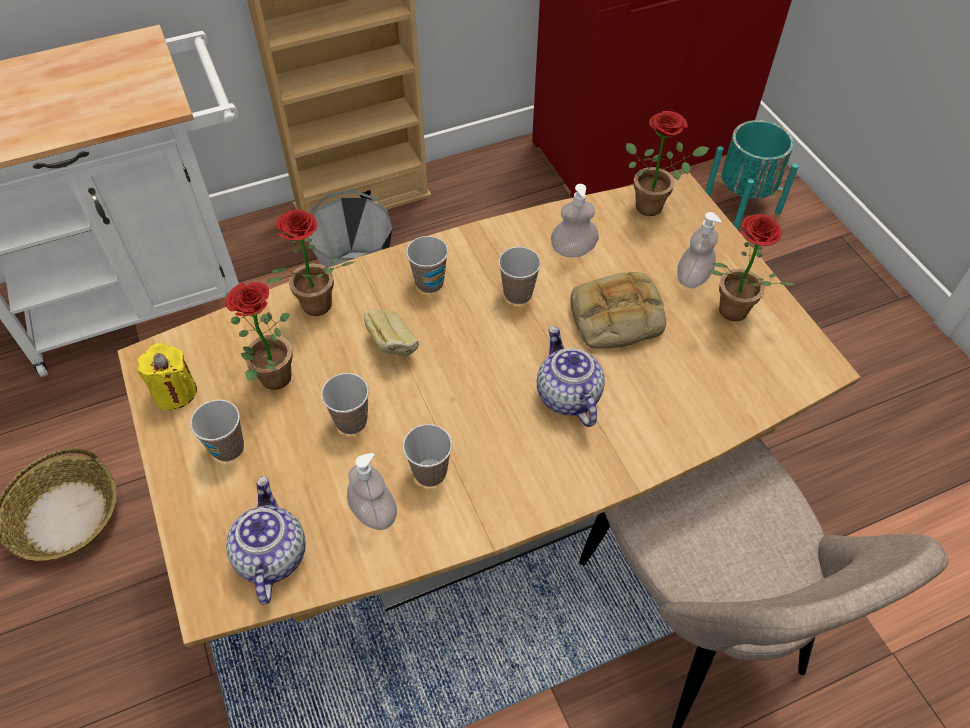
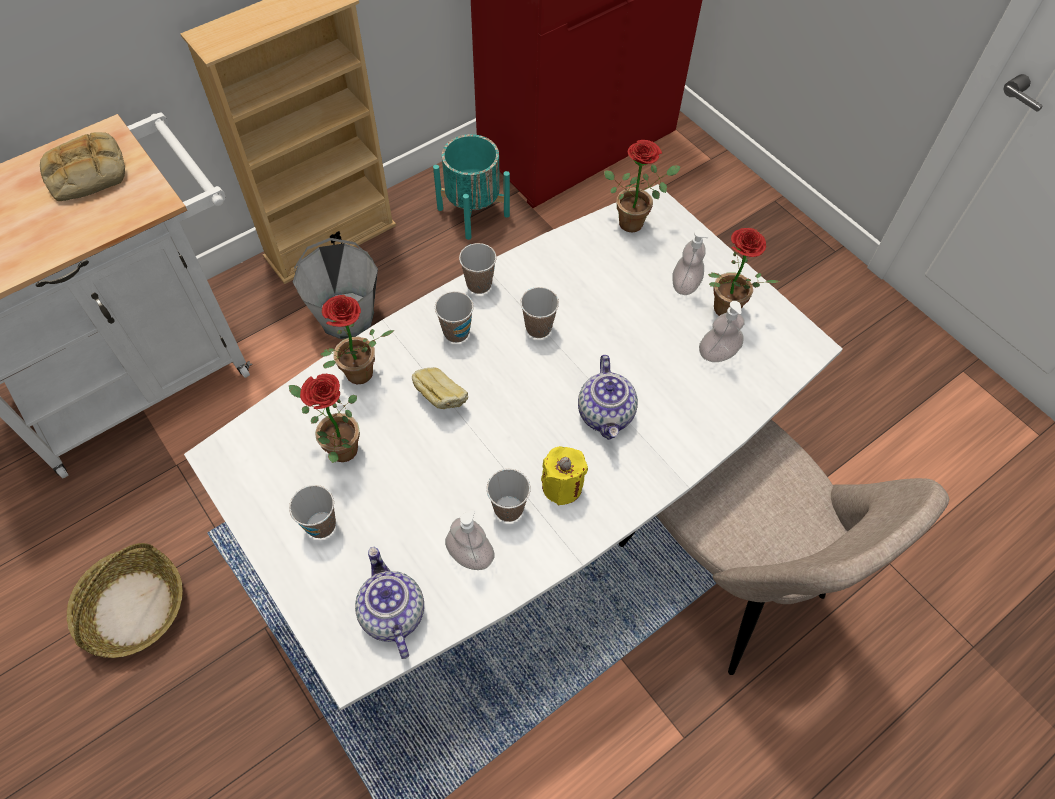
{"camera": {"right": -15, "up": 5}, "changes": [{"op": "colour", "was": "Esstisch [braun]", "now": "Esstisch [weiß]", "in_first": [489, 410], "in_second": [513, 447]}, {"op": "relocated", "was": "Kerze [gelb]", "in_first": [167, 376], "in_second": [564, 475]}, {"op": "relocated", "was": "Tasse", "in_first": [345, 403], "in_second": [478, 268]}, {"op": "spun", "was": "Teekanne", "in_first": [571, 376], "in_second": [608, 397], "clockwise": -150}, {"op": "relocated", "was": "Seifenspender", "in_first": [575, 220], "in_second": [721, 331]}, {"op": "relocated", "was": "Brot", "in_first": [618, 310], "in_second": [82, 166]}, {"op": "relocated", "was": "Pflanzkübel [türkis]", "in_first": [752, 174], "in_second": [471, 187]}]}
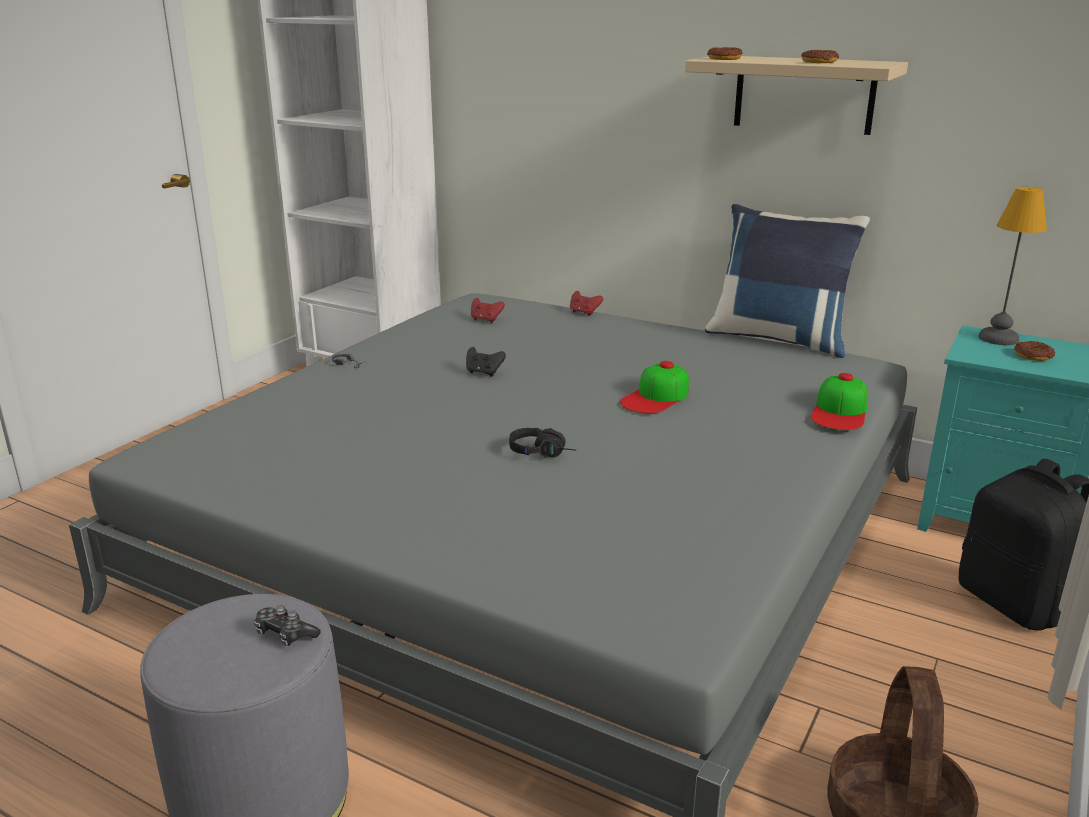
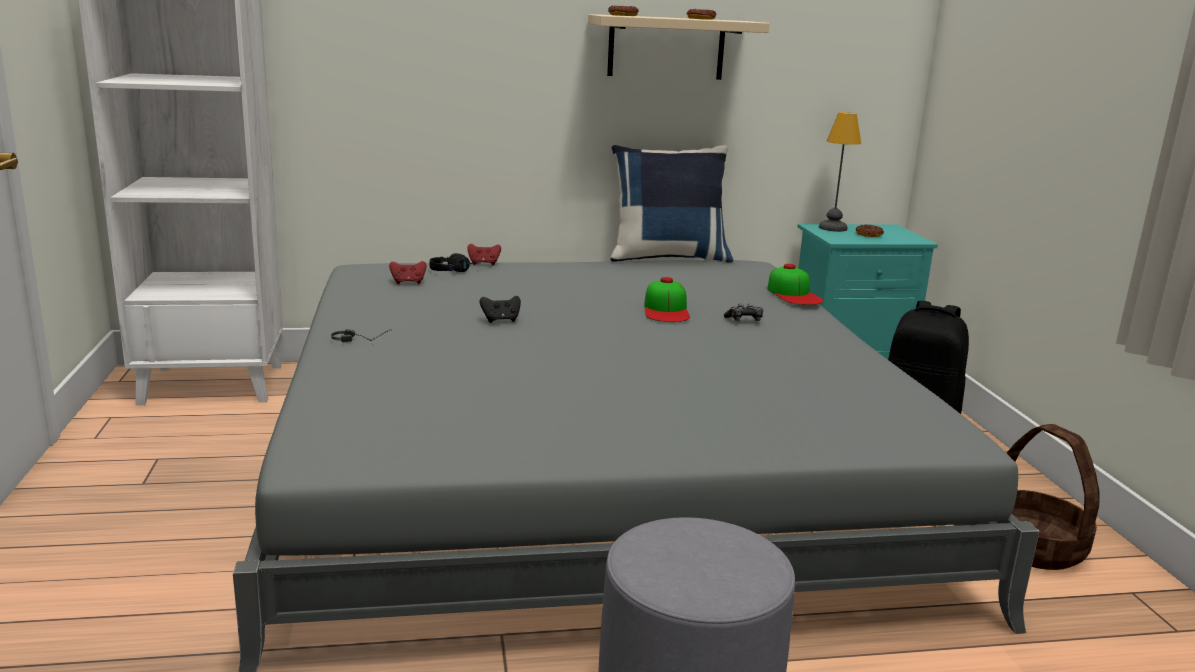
{"camera": {"right": -40, "up": -5}, "changes": [{"op": "relocated", "was": "Gamepad", "in_first": [287, 625], "in_second": [743, 312]}, {"op": "relocated", "was": "Kopfhörer [schwarz]", "in_first": [542, 442], "in_second": [453, 262]}]}
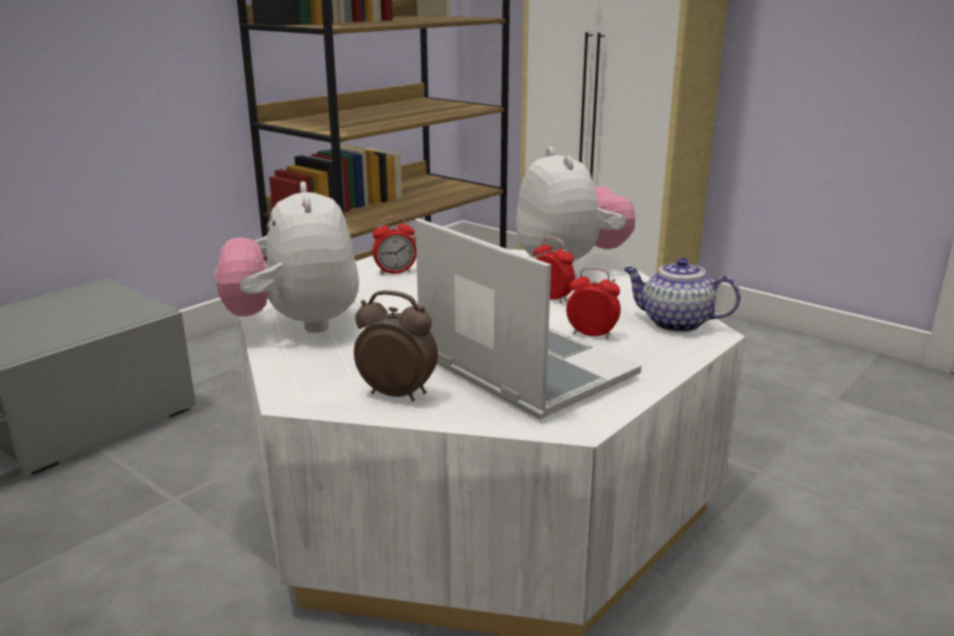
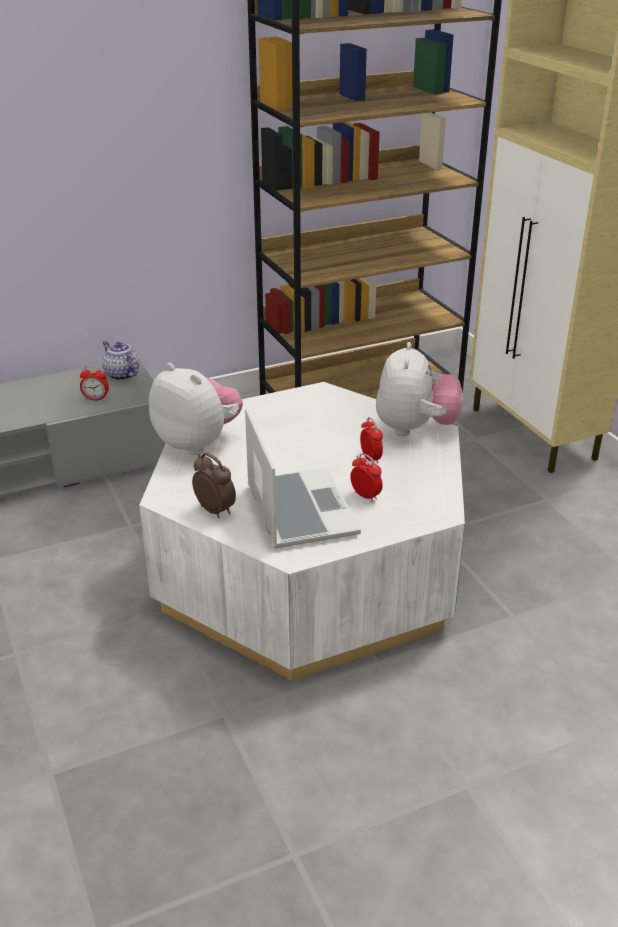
{"camera": {"right": 25, "up": 10}, "changes": [{"op": "spun", "was": "Plüschtier", "in_first": [287, 257], "in_second": [196, 409], "clockwise": 120}, {"op": "relocated", "was": "Wecker", "in_first": [394, 245], "in_second": [94, 383]}, {"op": "relocated", "was": "Teekanne", "in_first": [682, 295], "in_second": [120, 361]}]}
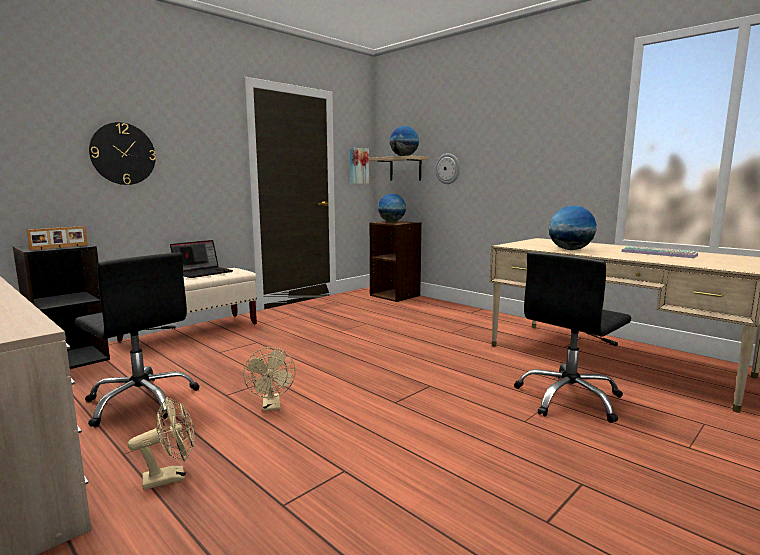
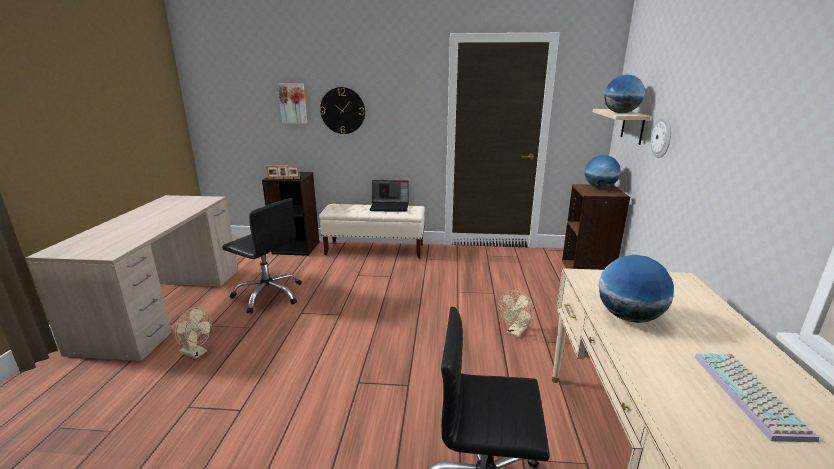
{"camera": {"right": 50, "up": 10}, "changes": [{"op": "spun", "was": "Bürostuhl [schwarz]", "in_first": [137, 340], "in_second": [262, 256], "clockwise": -60}, {"op": "relocated", "was": "Ventilator [beige]", "in_first": [269, 379], "in_second": [516, 313]}, {"op": "relocated", "was": "Bild", "in_first": [359, 166], "in_second": [292, 103]}]}
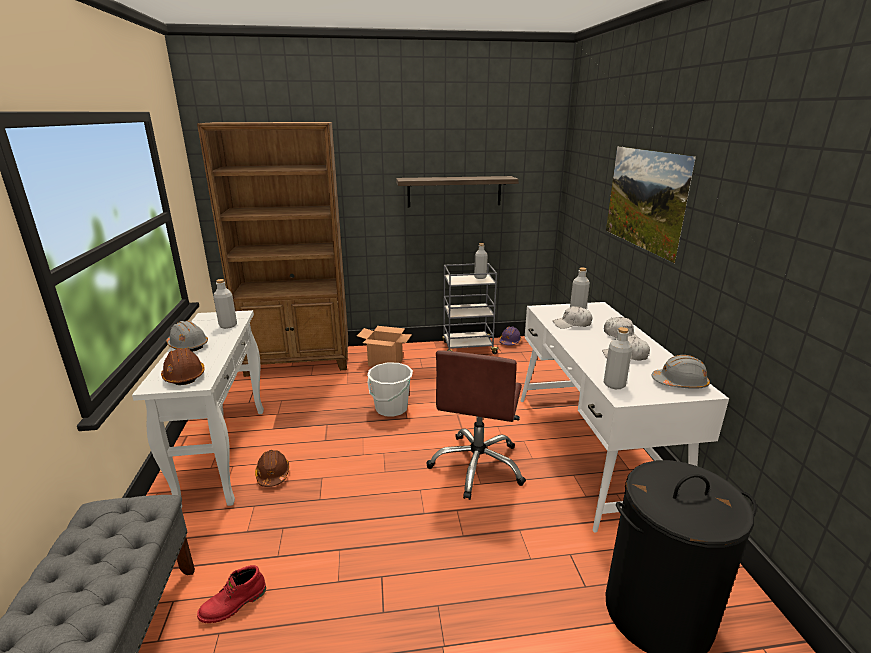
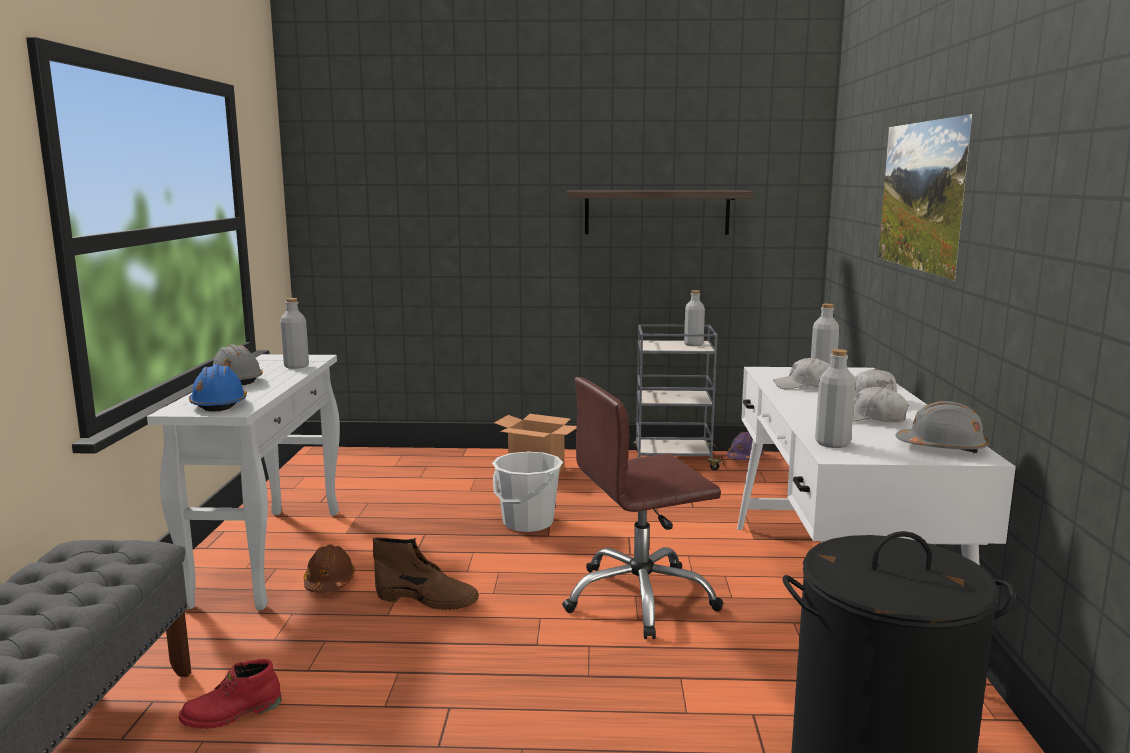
{"camera": {"right": 10, "up": -10}, "changes": [{"op": "colour", "was": "Schutzhelm [braun]", "now": "Schutzhelm [blau]", "in_first": [182, 366], "in_second": [218, 387]}, {"op": "missing", "was": "Bücherregal [braun]", "in_first": [272, 249]}, {"op": "spun", "was": "Bürostuhl [braun]", "in_first": [476, 425], "in_second": [642, 508], "clockwise": 45}, {"op": "appeared", "now": "Stiefel [braun]", "in_second": [426, 574]}]}
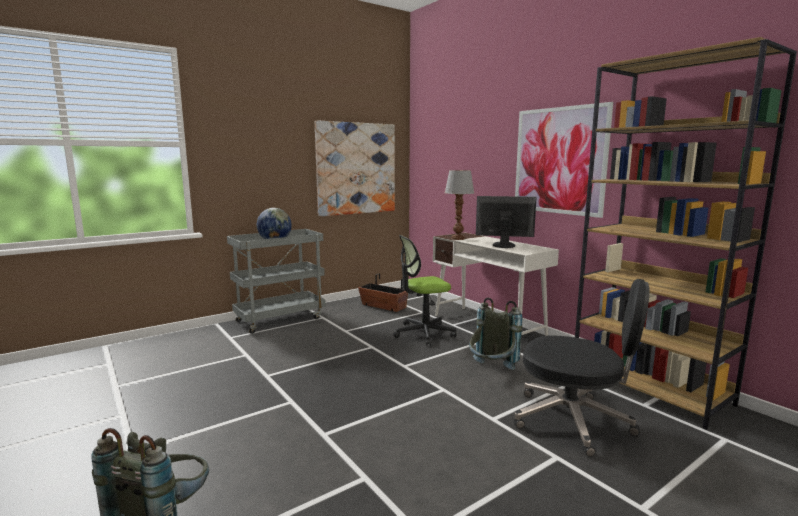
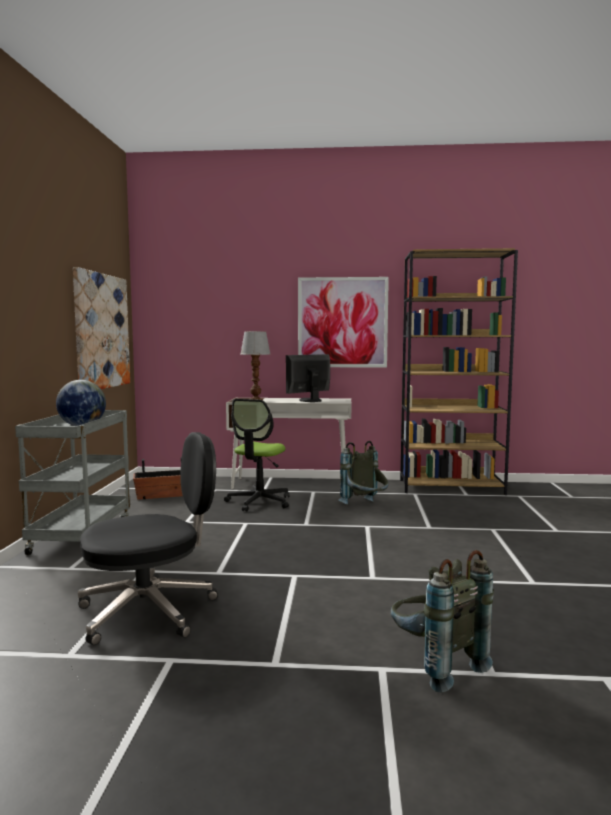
{"camera": {"right": -50, "up": -5}, "changes": [{"op": "relocated", "was": "Bürostuhl [schwarz]", "in_first": [582, 368], "in_second": [148, 538]}]}
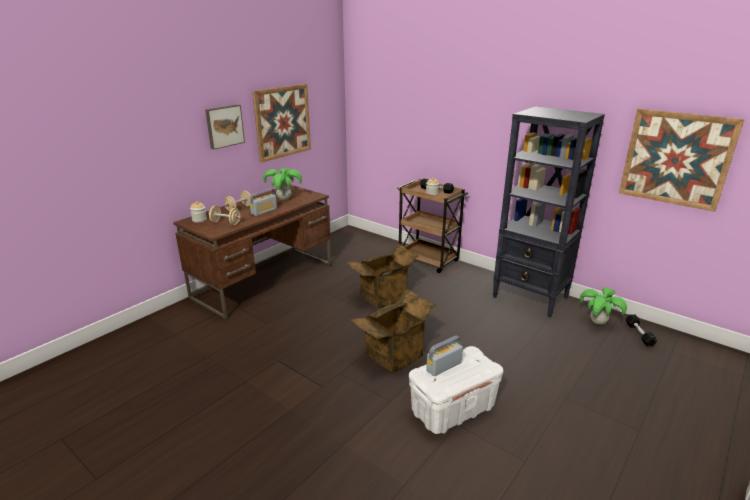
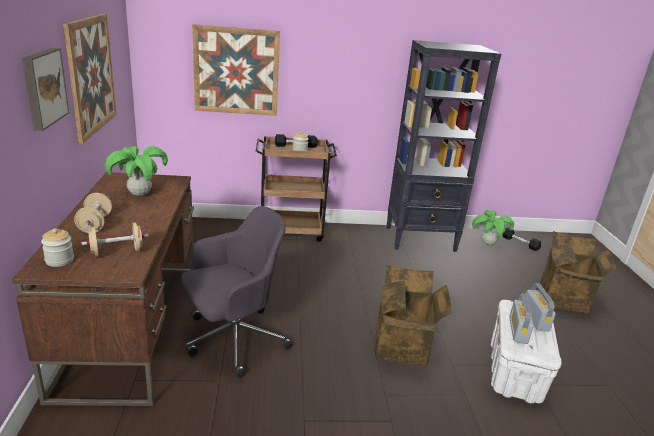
{"camera": {"right": -45, "up": 0}, "changes": [{"op": "relocated", "was": "Radio", "in_first": [263, 202], "in_second": [541, 307]}, {"op": "relocated", "was": "Karton", "in_first": [382, 275], "in_second": [578, 272]}, {"op": "relocated", "was": "Bild", "in_first": [682, 160], "in_second": [236, 70]}, {"op": "appeared", "now": "Bürostuhl [grau]", "in_second": [237, 292]}]}
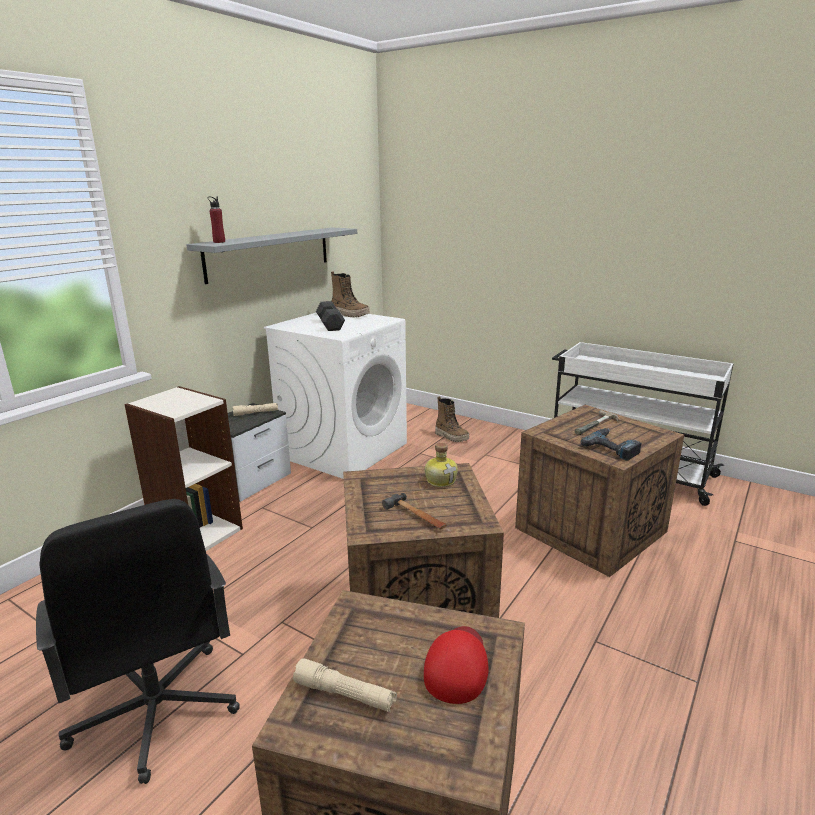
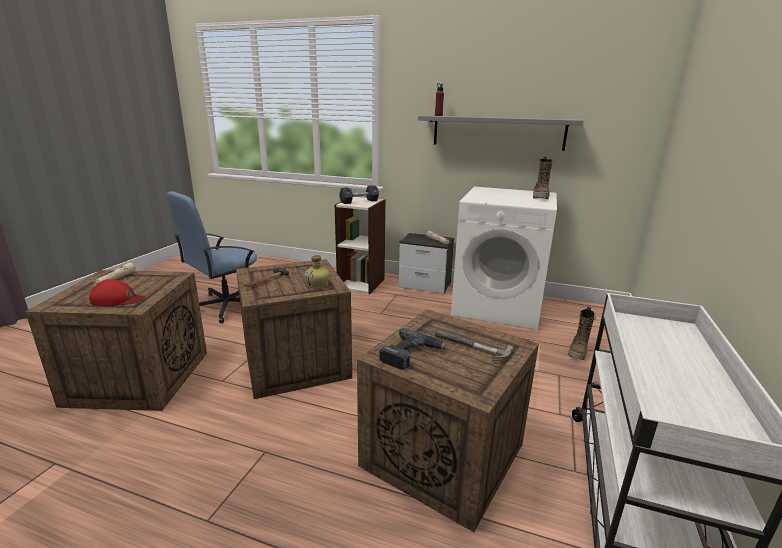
{"camera": {"right": 75, "up": 0}, "changes": [{"op": "colour", "was": "Bürostuhl [schwarz]", "now": "Bürostuhl [blau]", "in_first": [138, 641], "in_second": [212, 257]}, {"op": "relocated", "was": "Hantel [schwarz]", "in_first": [330, 316], "in_second": [359, 194]}]}
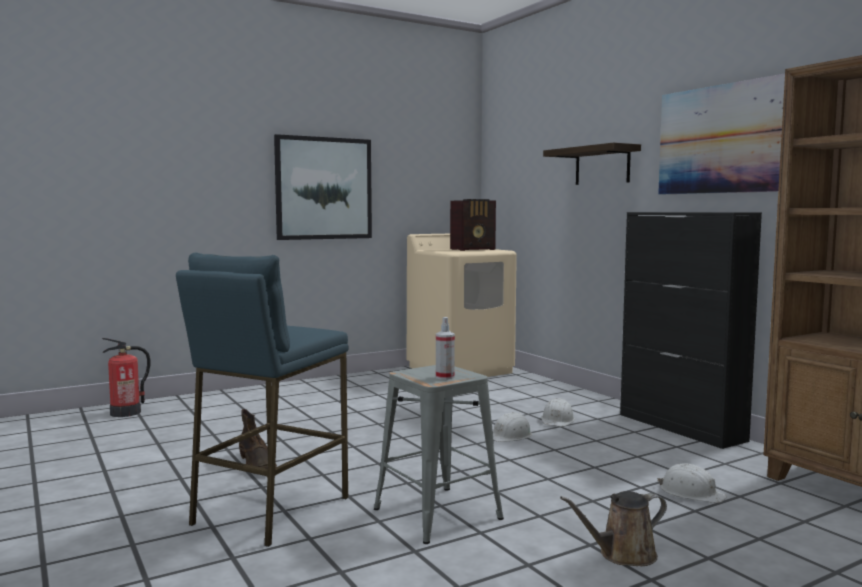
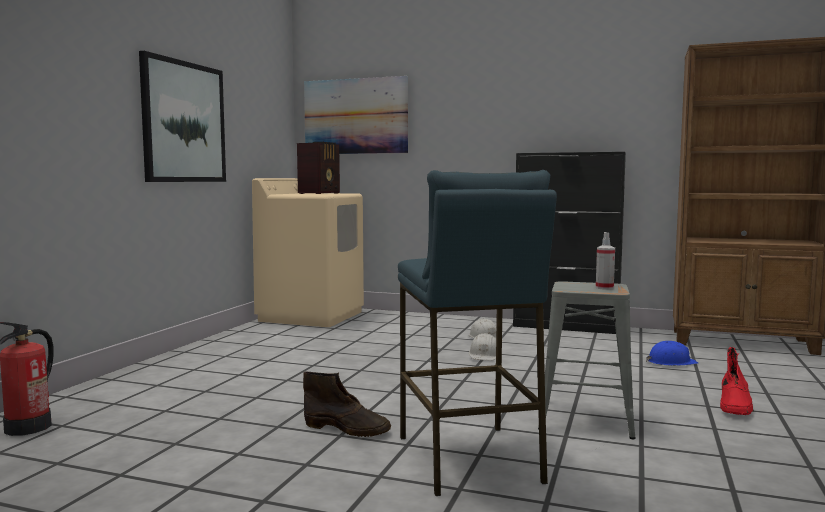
{"camera": {"right": -40, "up": 0}, "changes": [{"op": "missing", "was": "Wandregal", "in_first": [592, 163]}, {"op": "exchanged", "was": "Gießkanne [braun]", "now": "Stiefel [rot]", "in_first": [613, 528], "in_second": [737, 381]}, {"op": "colour", "was": "Schutzhelm [weiß]", "now": "Schutzhelm [blau]", "in_first": [692, 483], "in_second": [672, 353]}, {"op": "relocated", "was": "Bild", "in_first": [721, 134], "in_second": [356, 115]}]}
